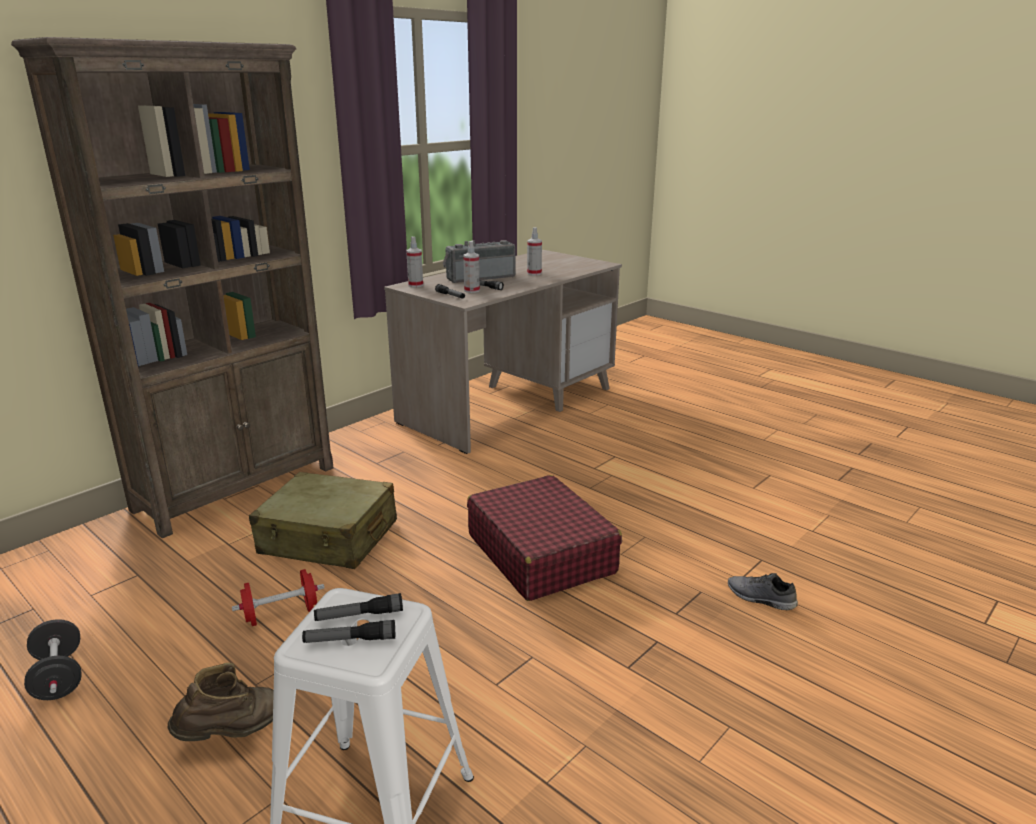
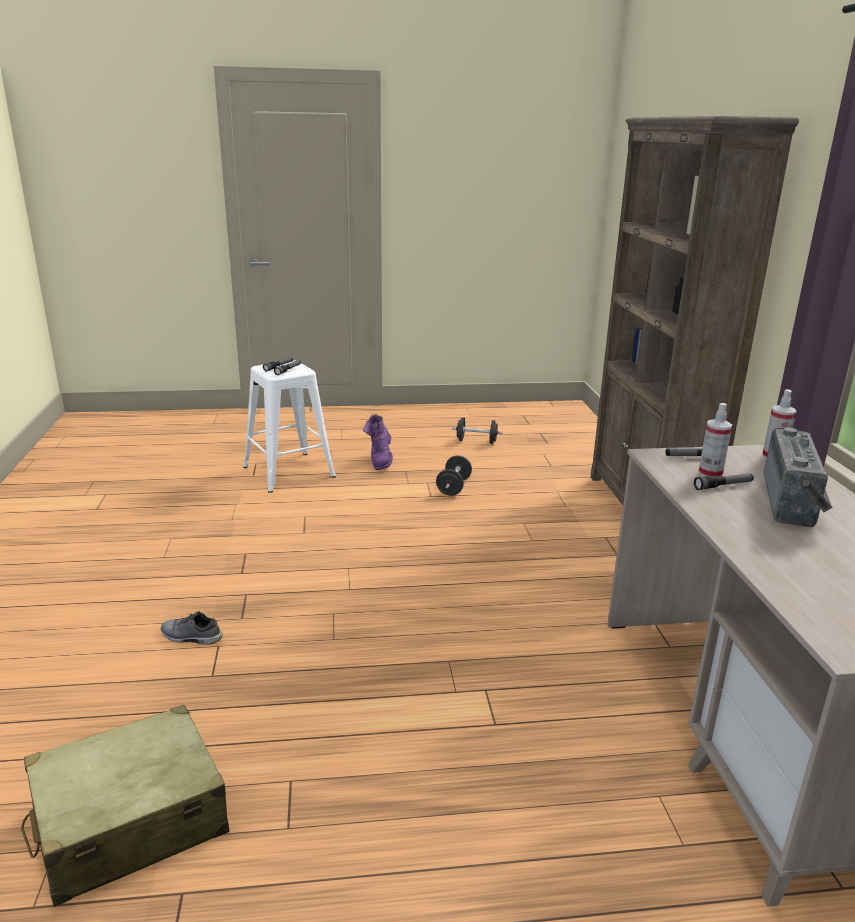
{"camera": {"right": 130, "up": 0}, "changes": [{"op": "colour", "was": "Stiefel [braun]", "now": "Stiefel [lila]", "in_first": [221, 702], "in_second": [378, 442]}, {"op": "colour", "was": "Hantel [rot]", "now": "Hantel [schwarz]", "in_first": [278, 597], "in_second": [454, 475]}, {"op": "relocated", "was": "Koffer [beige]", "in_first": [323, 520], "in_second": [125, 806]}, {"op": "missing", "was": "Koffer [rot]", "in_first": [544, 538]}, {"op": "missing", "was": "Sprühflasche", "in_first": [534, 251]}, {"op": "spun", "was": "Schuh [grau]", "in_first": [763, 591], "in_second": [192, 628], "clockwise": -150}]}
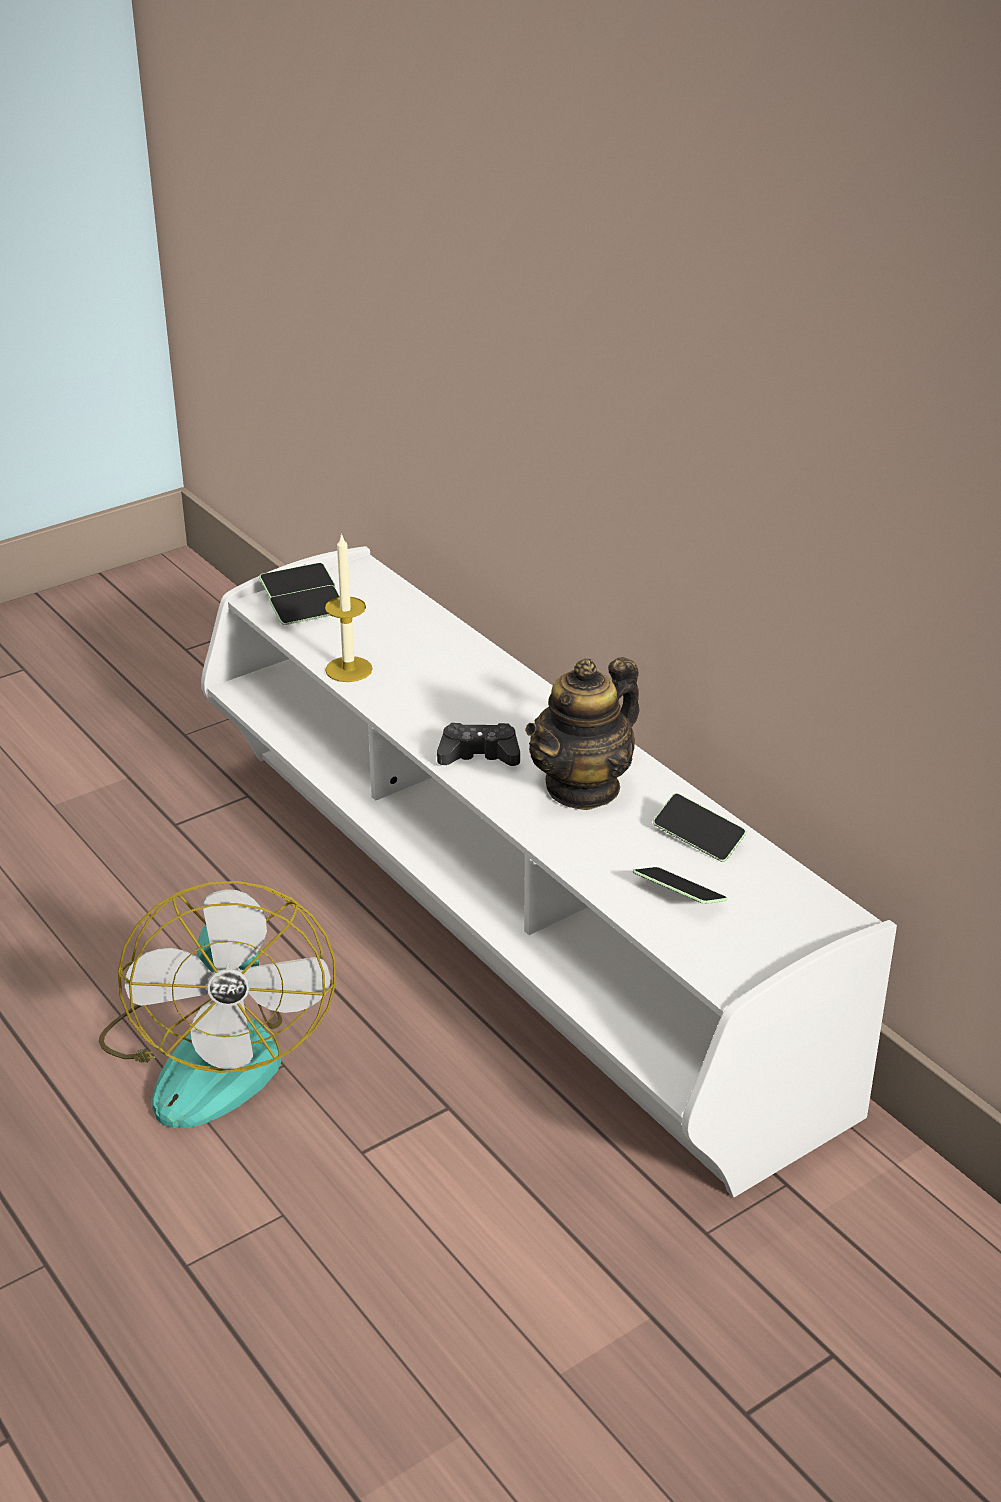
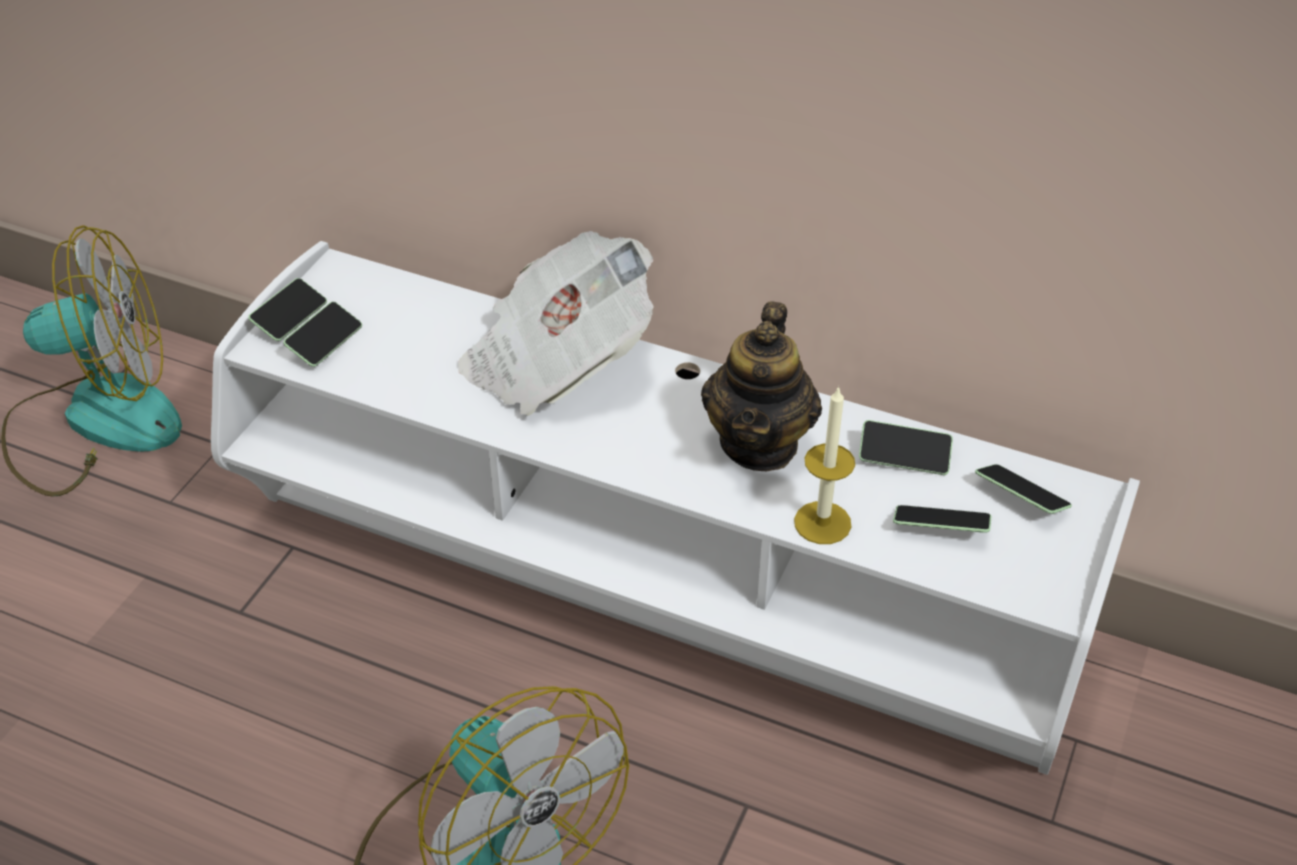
{"camera": {"right": -30, "up": 10}, "changes": [{"op": "relocated", "was": "Kerze", "in_first": [349, 607], "in_second": [824, 465]}, {"op": "missing", "was": "Gamepad [schwarz]", "in_first": [478, 744]}, {"op": "appeared", "now": "Ventilator", "in_second": [91, 361]}, {"op": "appeared", "now": "Zeitung", "in_second": [556, 323]}, {"op": "appeared", "now": "Handy", "in_second": [1023, 489]}]}
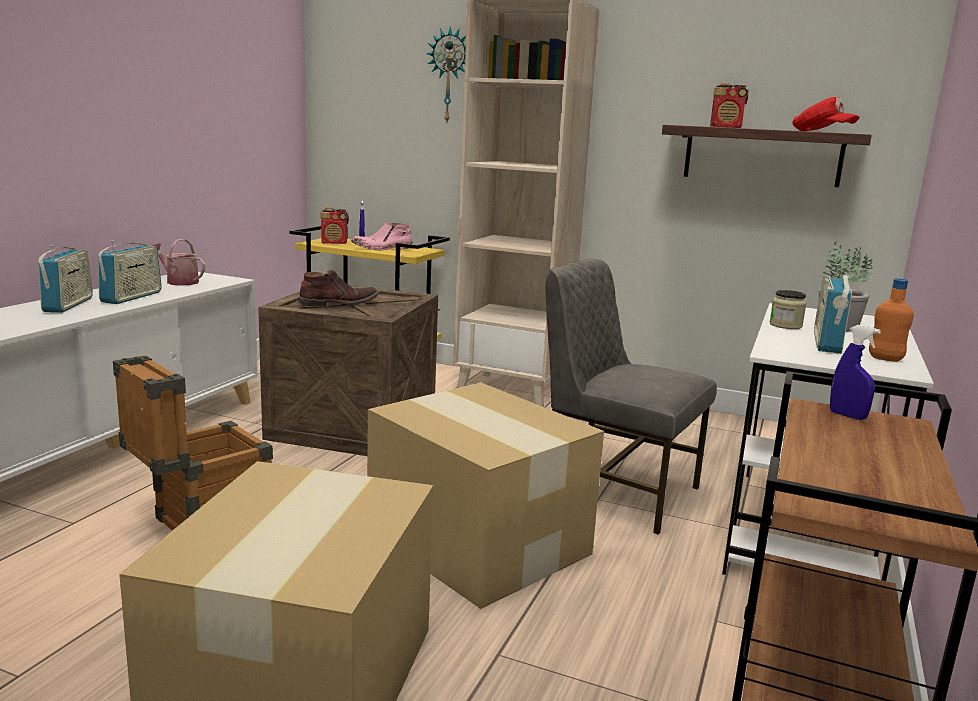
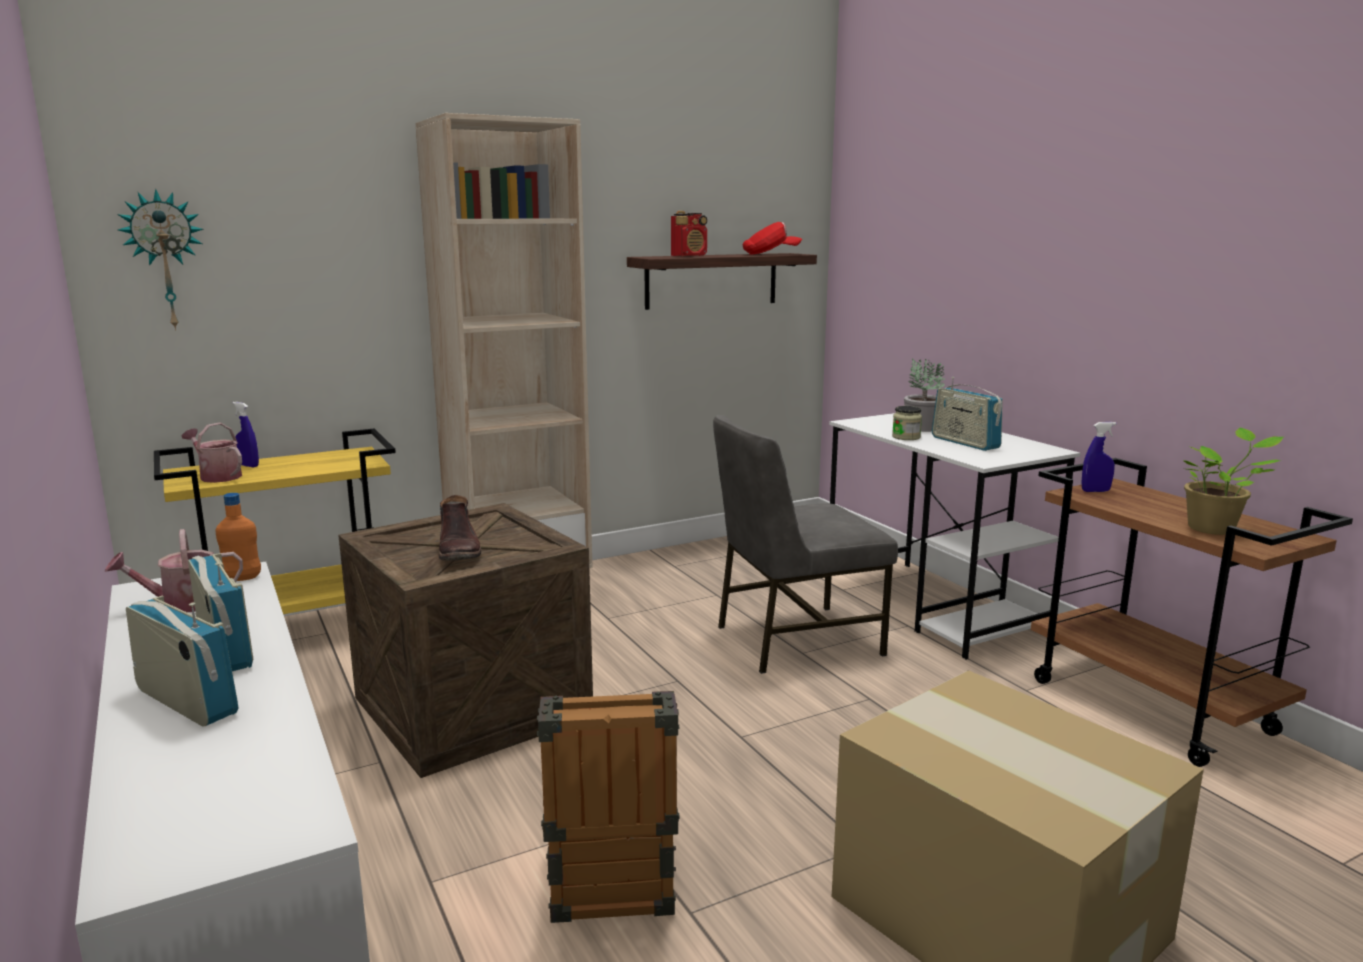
{"camera": {"right": -50, "up": 0}, "changes": [{"op": "spun", "was": "Stiefel [braun]", "in_first": [338, 288], "in_second": [460, 528], "clockwise": 150}, {"op": "exchanged", "was": "Radio", "now": "Gießkanne", "in_first": [334, 225], "in_second": [211, 452]}, {"op": "missing", "was": "Stiefel [rosa]", "in_first": [382, 235]}, {"op": "missing", "was": "Karton", "in_first": [485, 496]}, {"op": "relocated", "was": "Wanduhr", "in_first": [446, 74], "in_second": [160, 260]}, {"op": "relocated", "was": "Flasche [orange]", "in_first": [891, 320], "in_second": [238, 537]}, {"op": "appeared", "now": "Topfpflanze", "in_second": [1233, 481]}]}
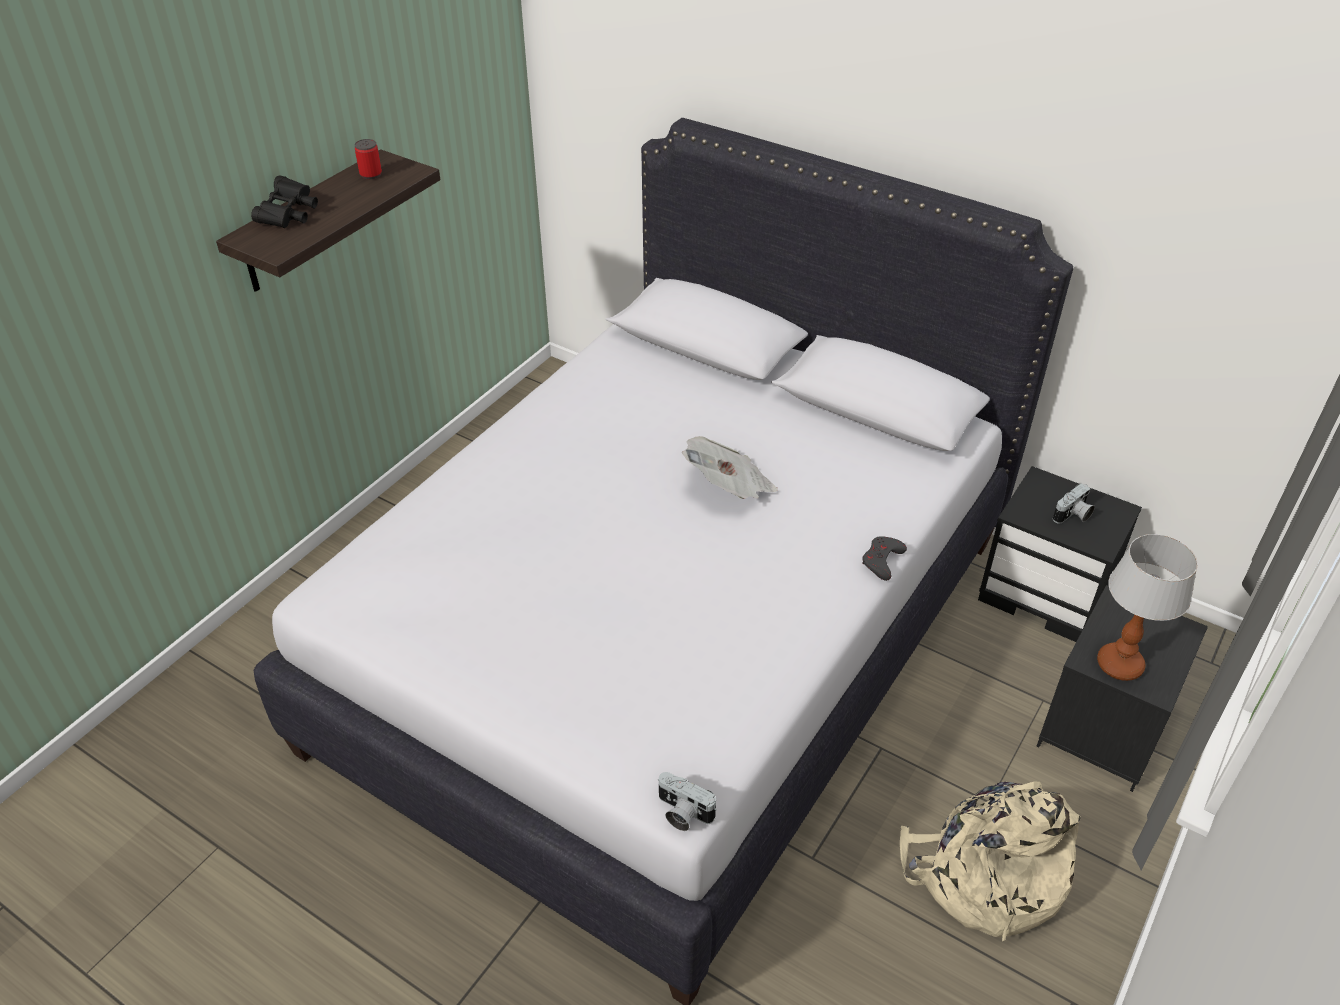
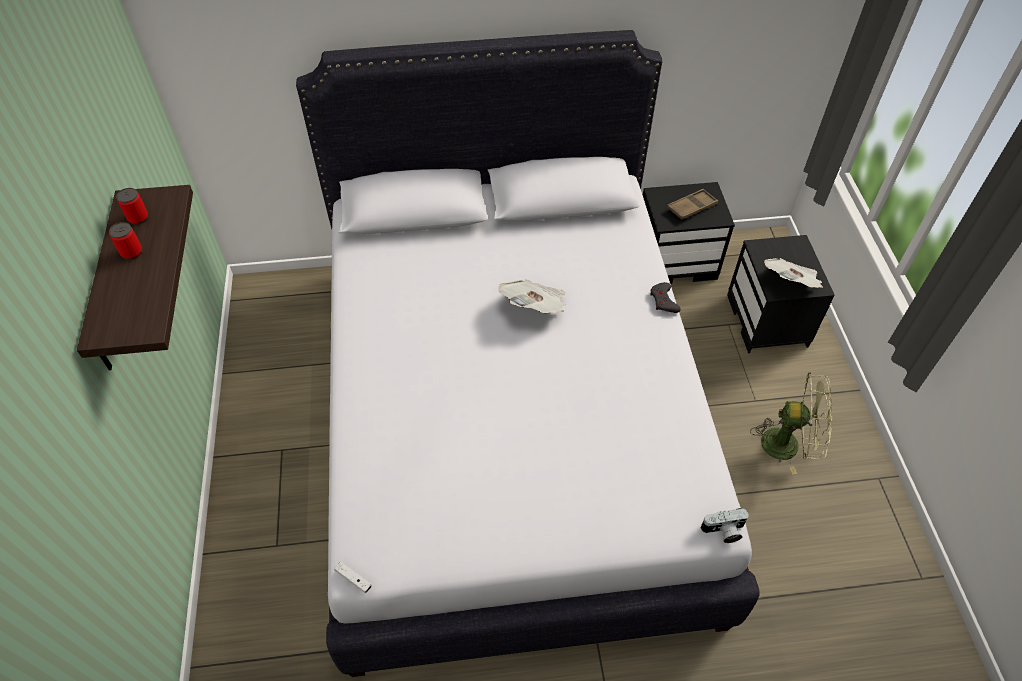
{"camera": {"right": -40, "up": 10}, "changes": [{"op": "missing", "was": "Fernglas [schwarz]", "in_first": [284, 201]}, {"op": "exchanged", "was": "Rucksack [beige]", "now": "Ventilator [grün]", "in_first": [990, 861], "in_second": [791, 423]}, {"op": "exchanged", "was": "Kamera", "now": "Tablett [braun]", "in_first": [1074, 503], "in_second": [692, 204]}, {"op": "exchanged", "was": "Tischlampe", "now": "Zeitung", "in_first": [1147, 607], "in_second": [793, 273]}, {"op": "appeared", "now": "Dose", "in_second": [125, 240]}, {"op": "appeared", "now": "Gamepad [weiß]", "in_second": [353, 577]}]}
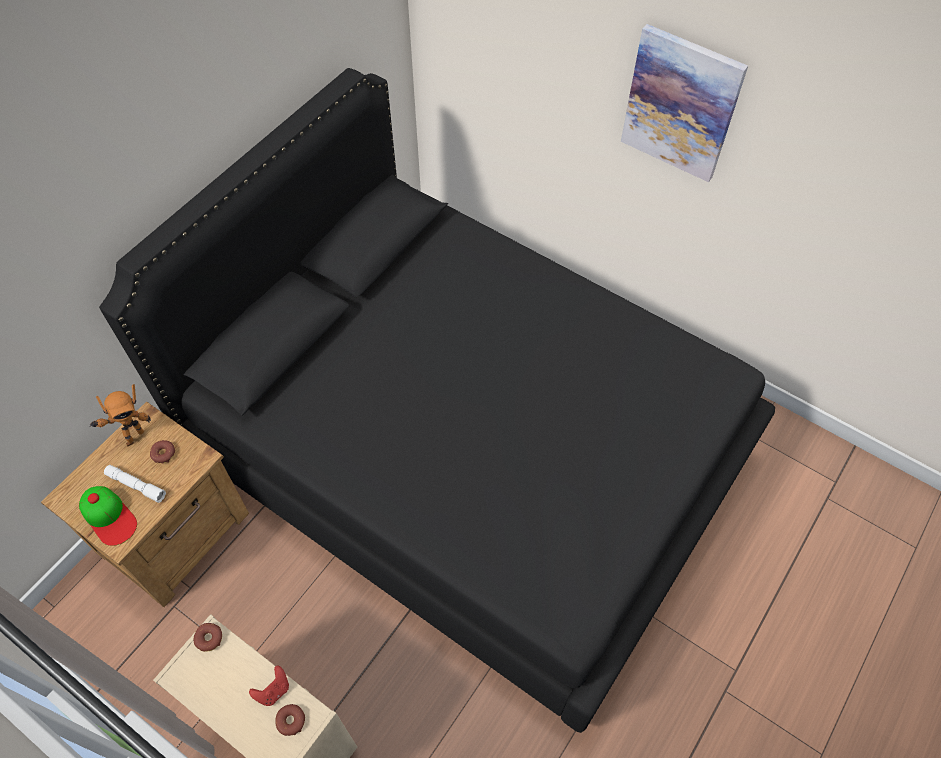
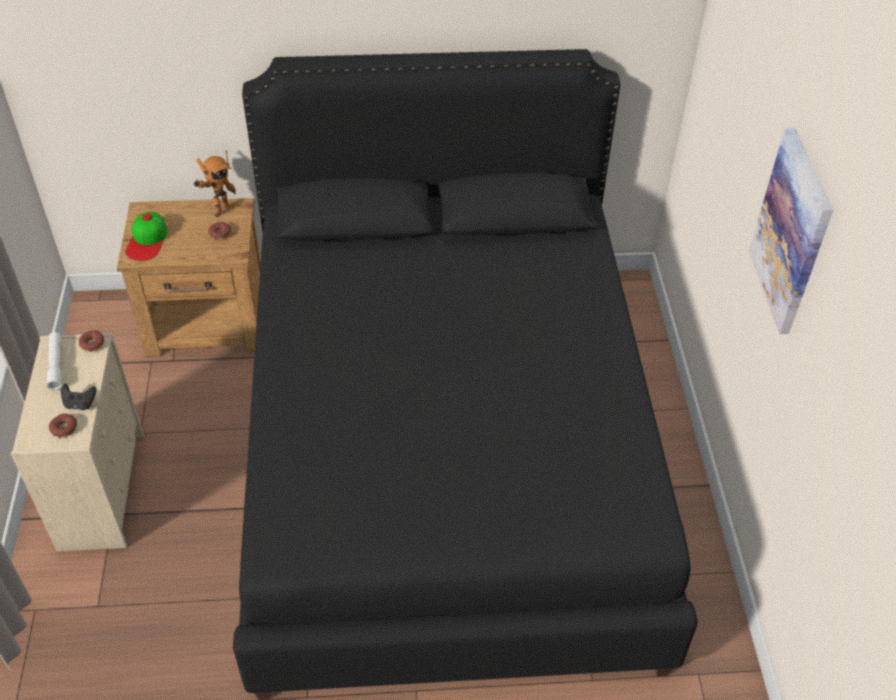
{"camera": {"right": 50, "up": -10}, "changes": [{"op": "spun", "was": "Spielzeugroboter", "in_first": [120, 415], "in_second": [214, 183], "clockwise": -60}, {"op": "relocated", "was": "Taschenlampe [weiß]", "in_first": [135, 484], "in_second": [54, 361]}, {"op": "colour", "was": "Gamepad [rot]", "now": "Gamepad [schwarz]", "in_first": [269, 686], "in_second": [78, 397]}]}
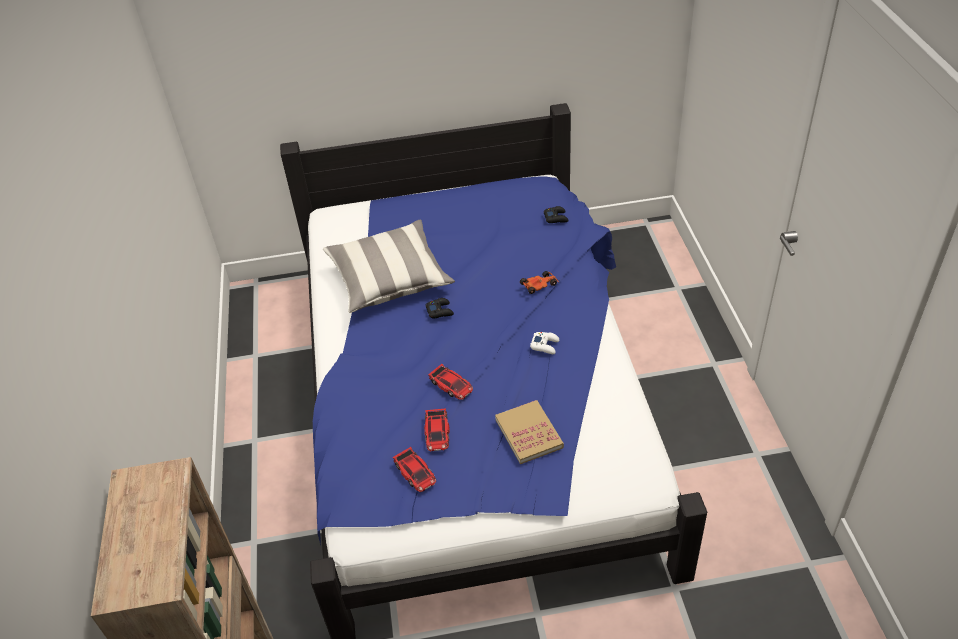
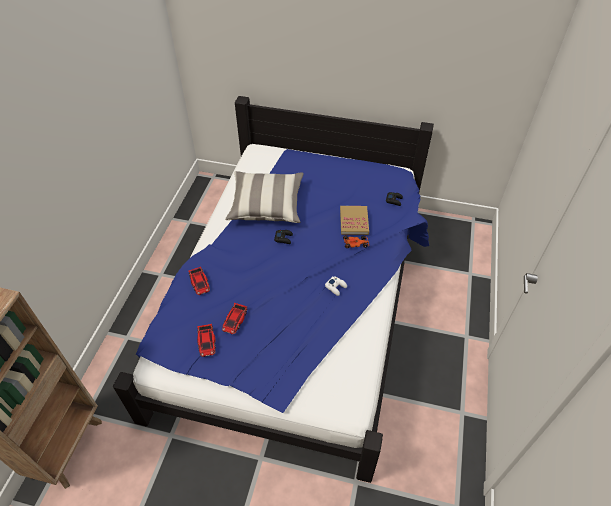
{"camera": {"right": 20, "up": 5}, "changes": [{"op": "relocated", "was": "Spielzeugauto", "in_first": [450, 382], "in_second": [199, 281]}, {"op": "relocated", "was": "Buch", "in_first": [529, 432], "in_second": [354, 220]}]}
